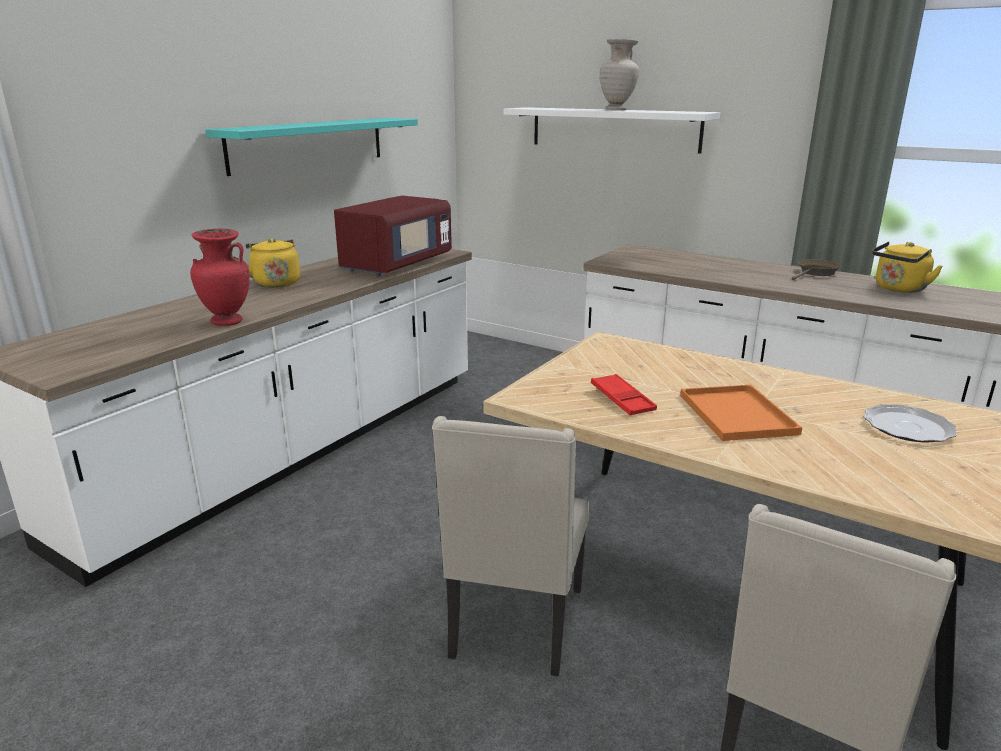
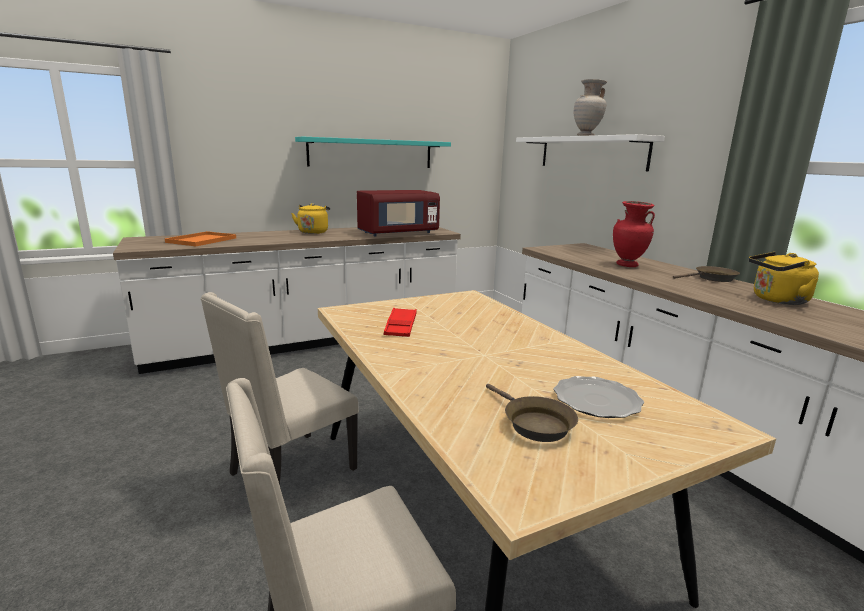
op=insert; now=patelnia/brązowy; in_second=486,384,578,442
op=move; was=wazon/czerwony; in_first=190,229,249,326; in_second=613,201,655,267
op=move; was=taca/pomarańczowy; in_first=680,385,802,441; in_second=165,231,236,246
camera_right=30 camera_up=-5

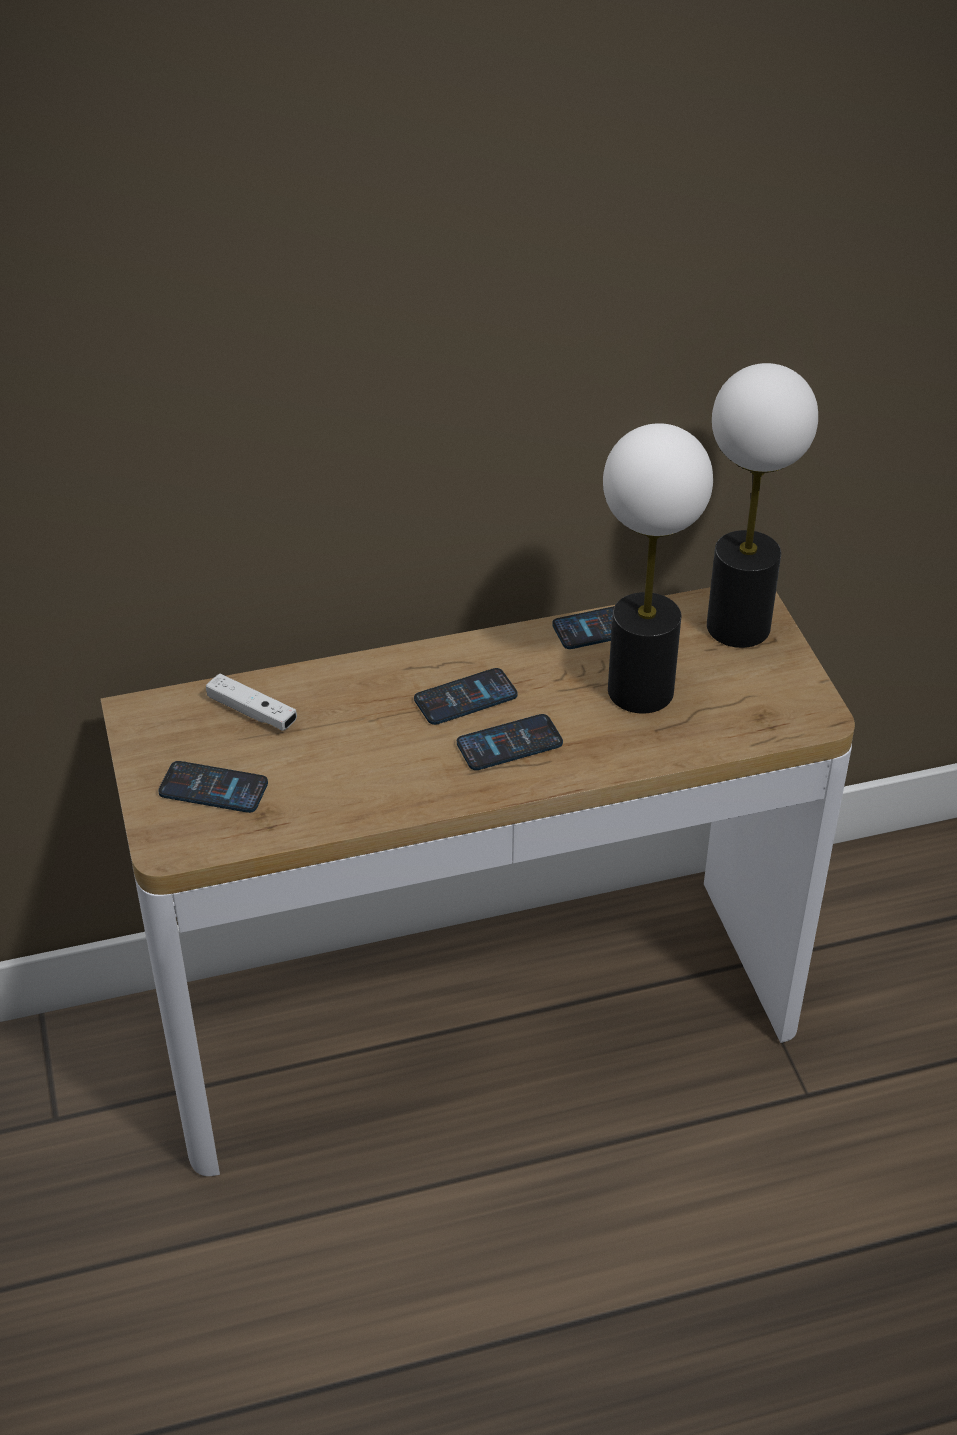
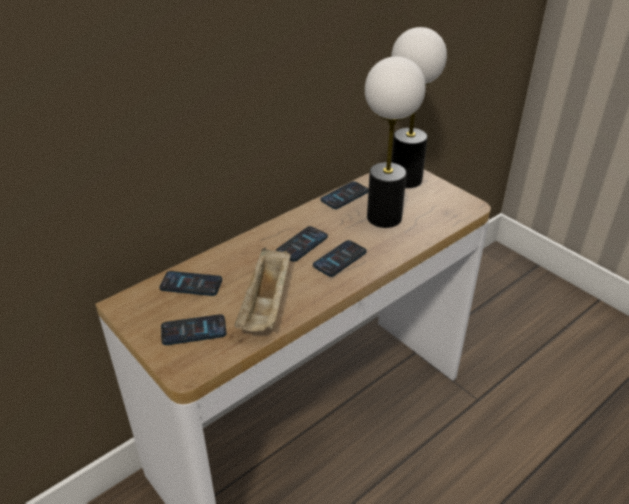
op=insert; now=taca/beżowy; in_second=235,248,291,331
op=replace; was=pad do gier/biały; now=telefon; in_first=206,673,297,731; in_second=160,271,222,296
camera_right=-25 camera_up=-5

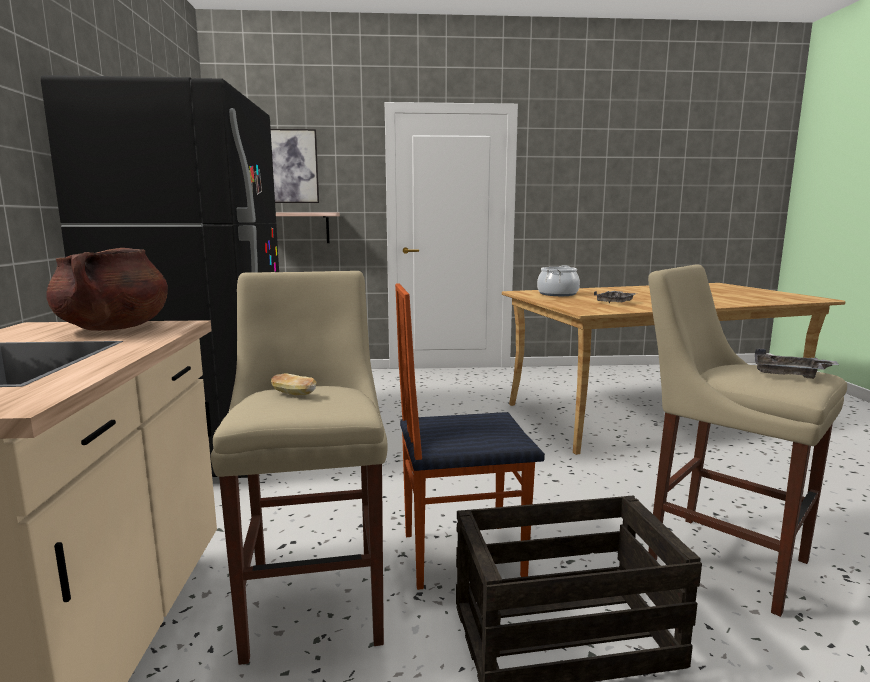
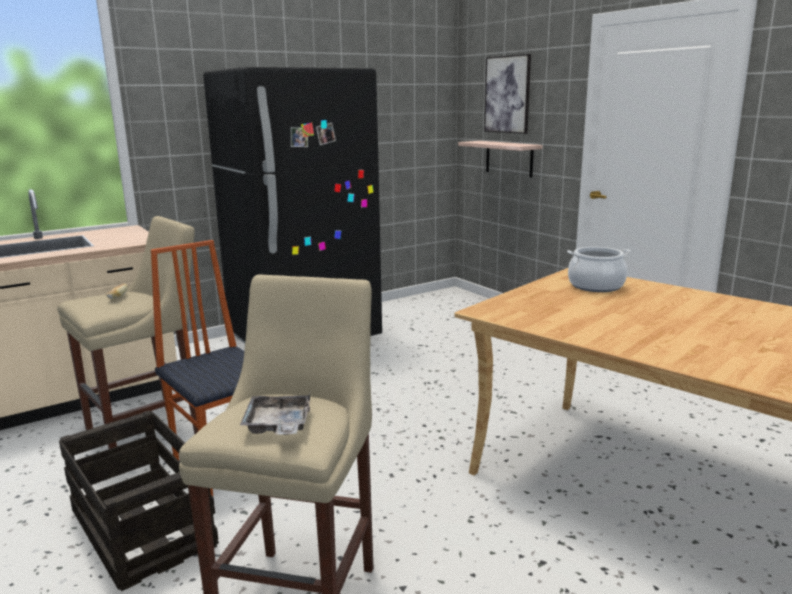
op=delete; was=garnek/brązowy; in_first=46,248,168,331
op=delete; was=taca/szary; in_first=594,291,638,303
camera_right=60 camera_up=5

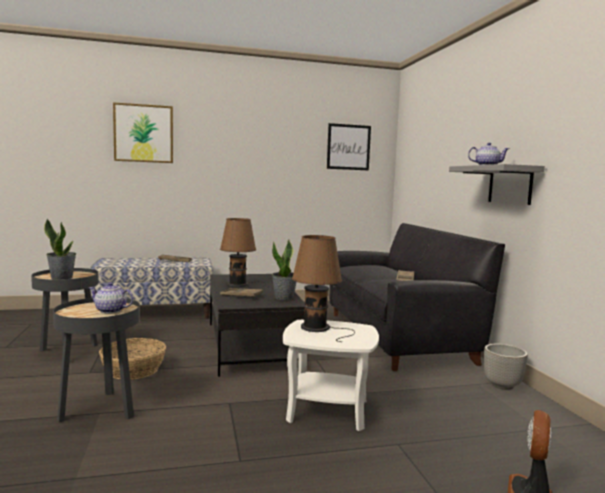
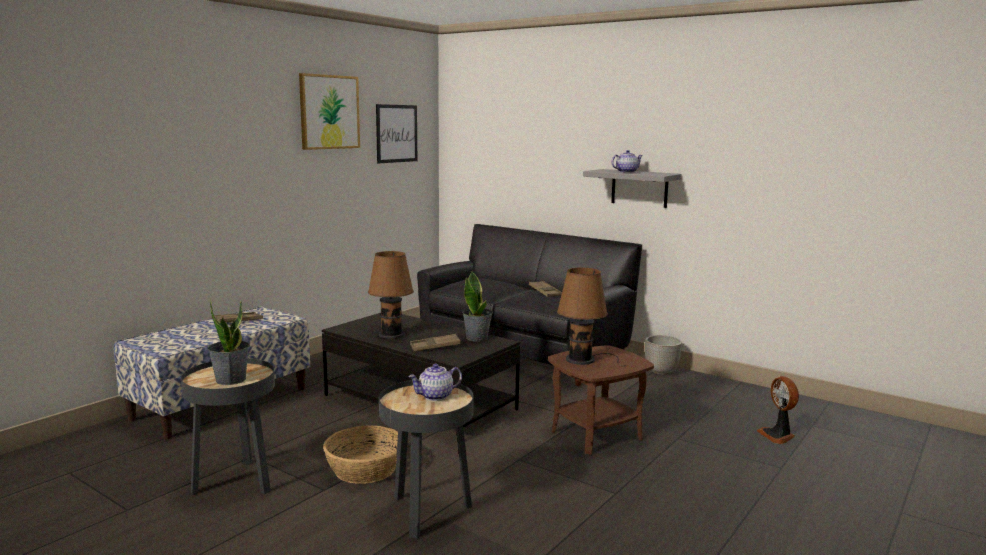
op=move; was=obraz; in_first=113,102,173,163; in_second=299,73,360,150
op=recolor; was=stolik/biały; now=stolik/brązowy; in_first=283,320,379,431; in_second=548,345,654,455
camera_right=-40 camera_up=5

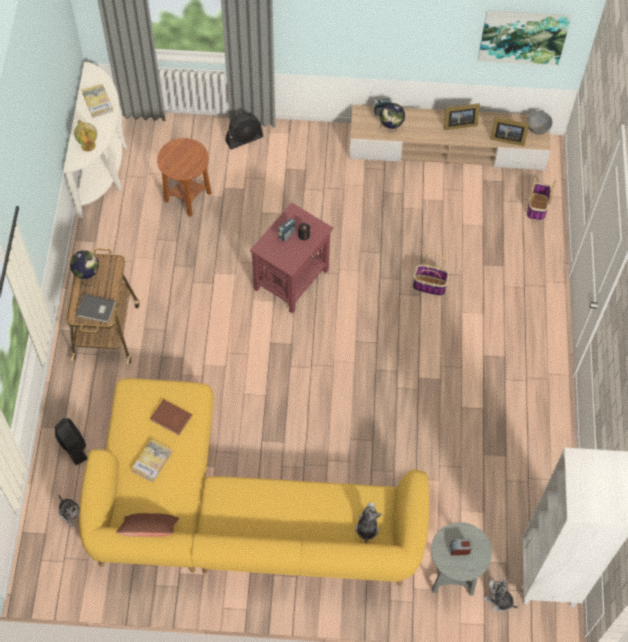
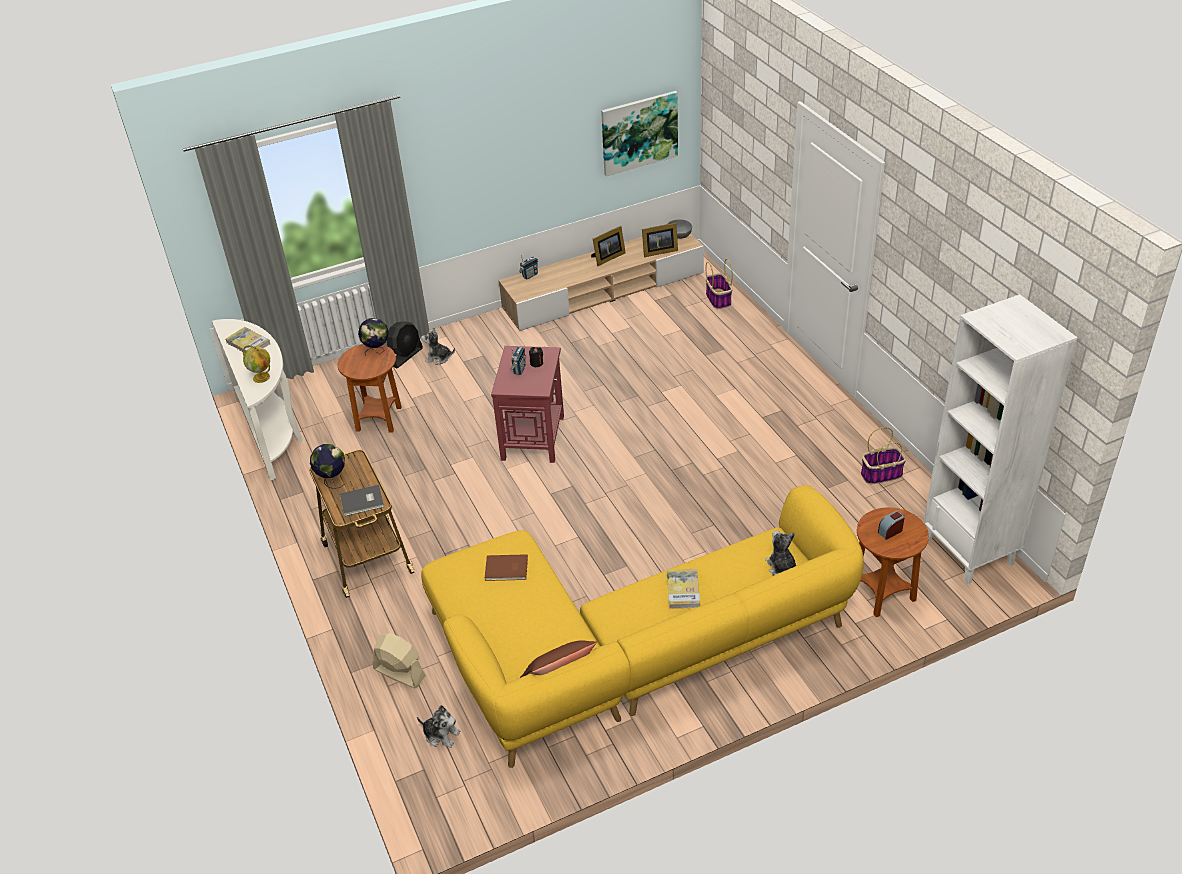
op=move; was=książka; in_first=131,439,173,483; in_second=667,568,700,609
op=move; was=globus; in_first=380,103,405,132; in_second=358,318,389,356
op=move; was=koszyk; in_first=413,253,449,296; in_second=861,427,906,484
op=move; was=pluszak; in_first=484,578,518,612; in_second=421,328,455,365
op=recolor; was=wentylator/czarny; now=wentylator/beżowy; in_first=55,418,87,465; in_second=373,633,426,688
op=recolor; was=stolik/szary; now=stolik/brązowy; in_first=431,522,492,595; in_second=857,507,929,617
camera_right=-25 camera_up=-20

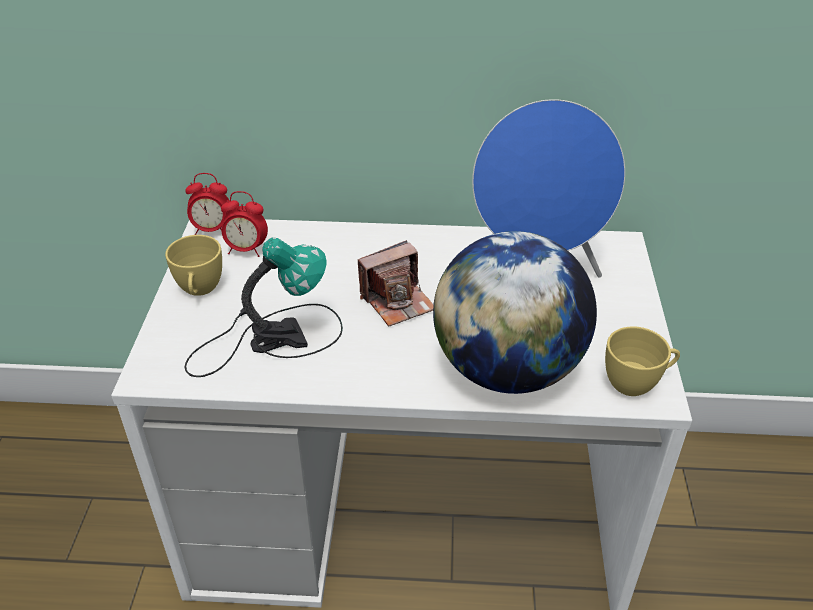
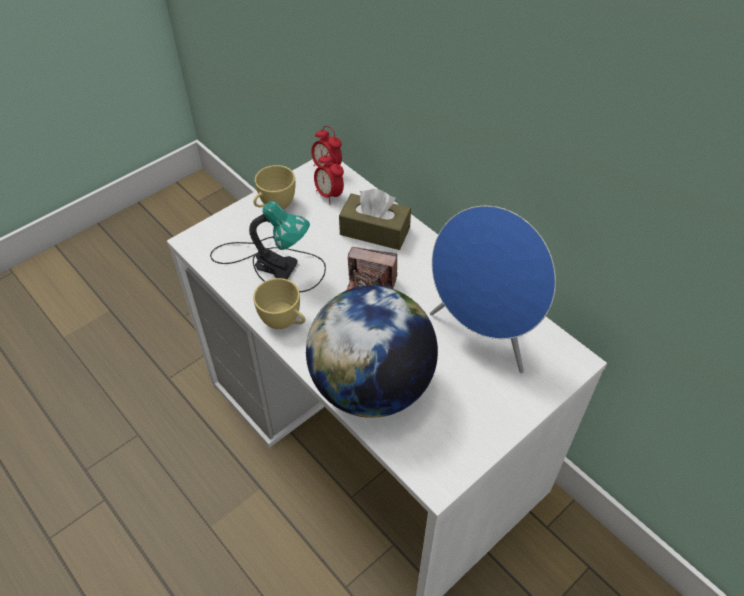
op=insert; now=pudełko chusteczek/brązowy; in_second=339,189,411,250
op=move; was=filiżanka/żółty; in_first=605,326,680,396; in_second=253,278,305,329
camera_right=45 camera_up=10

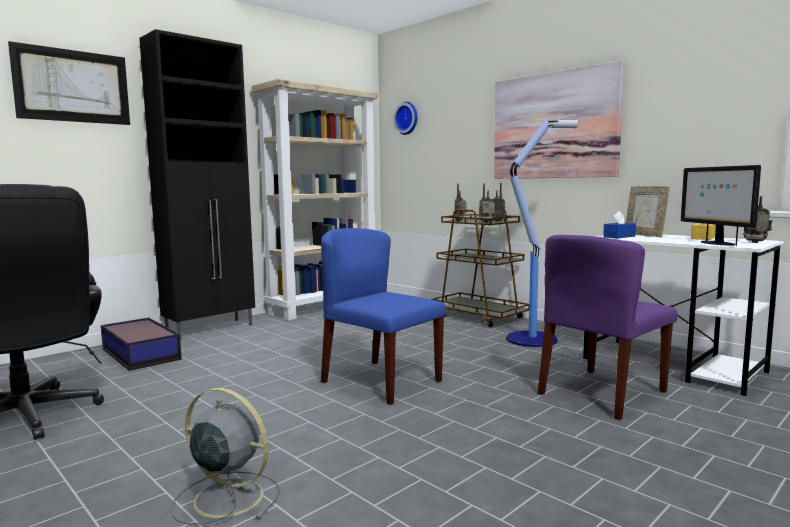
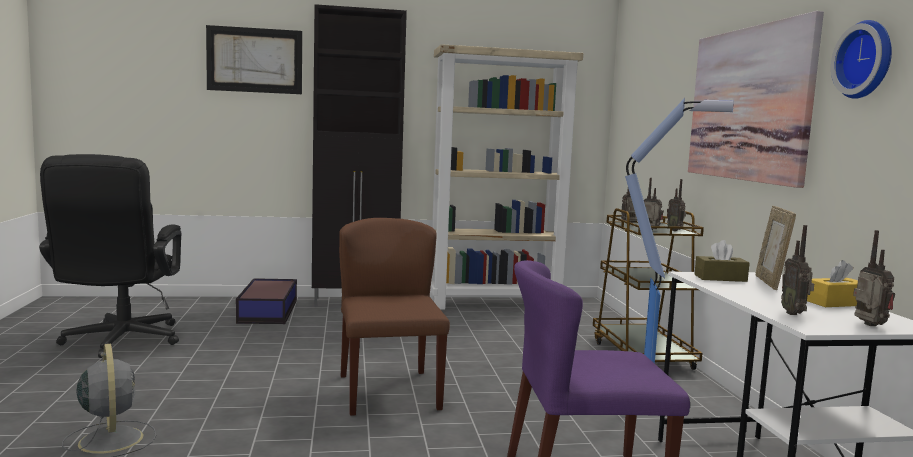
op=move; was=zegar ścienny; in_first=393,102,418,135; in_second=831,20,892,99
op=replace; was=monitor; now=radio; in_first=681,165,761,246; in_second=781,225,814,315
op=recolor; was=krzesło/niebieski; now=krzesło/brązowy; in_first=321,228,446,405; in_second=339,218,450,416
op=recolor; was=pudełko chusteczek/niebieski; now=pudełko chusteczek/brązowy; in_first=603,211,636,238; in_second=694,240,750,282
camera_right=35 camera_up=0

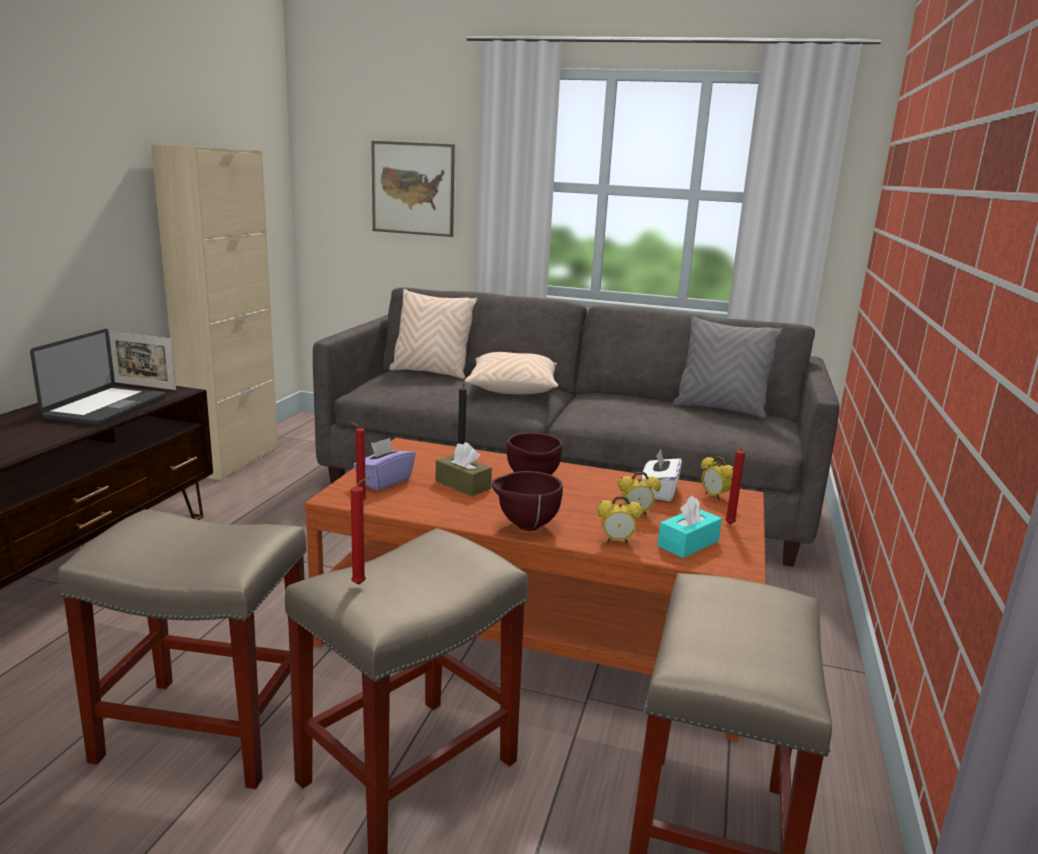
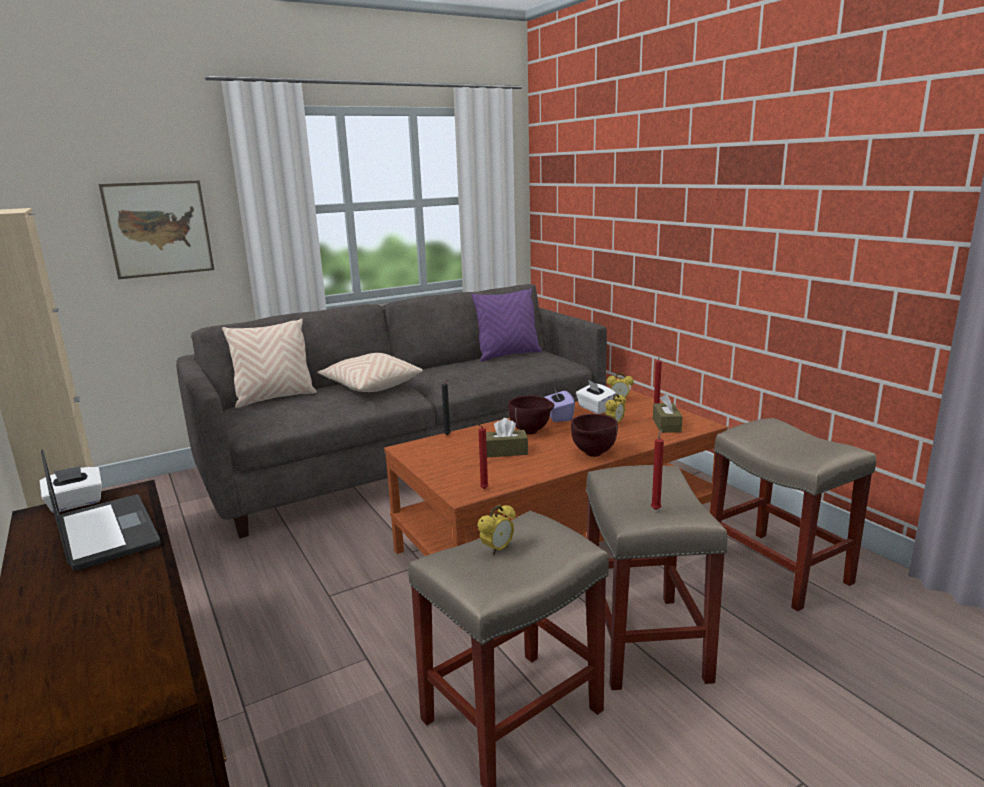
op=move; was=pudełko chusteczek/fioletowy; in_first=353,438,415,491; in_second=544,388,575,422
op=move; was=budzik; in_first=597,496,643,544; in_second=477,505,516,555
op=replace; was=ramka na zdjęcie; now=pudełko chusteczek/biały; in_first=109,331,176,390; in_second=39,466,102,513
op=recolor; was=pudełko chusteczek/turkusowy; now=pudełko chusteczek/brązowy; in_first=658,496,722,558; in_second=653,394,682,433
op=recolor; was=poduszka/szary; now=poduszka/fioletowy; in_first=673,316,783,418; in_second=471,288,542,362
camera_right=-45 camera_up=0

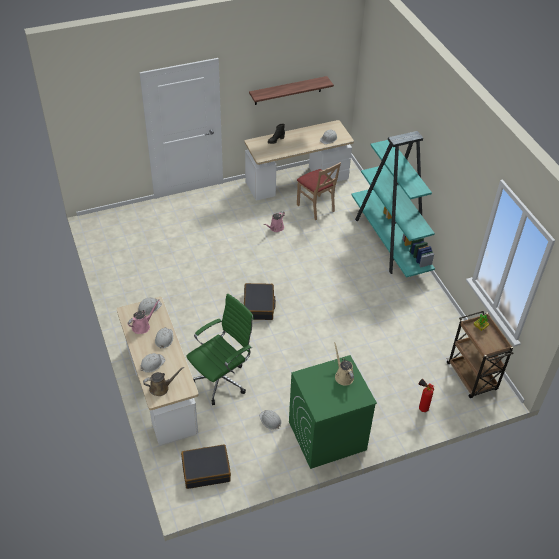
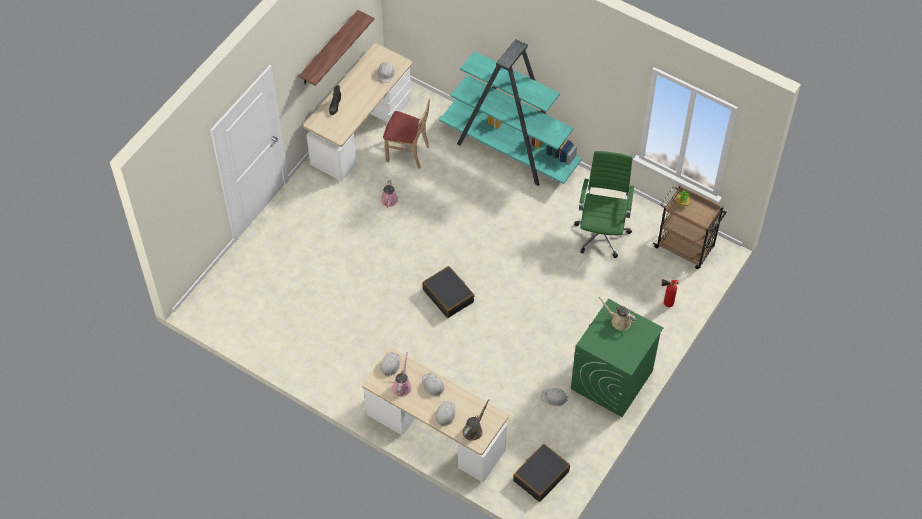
op=move; was=krzesło biurowe/zielony; in_first=186,294,254,405; in_second=574,151,634,258
camera_right=-35 camera_up=10

